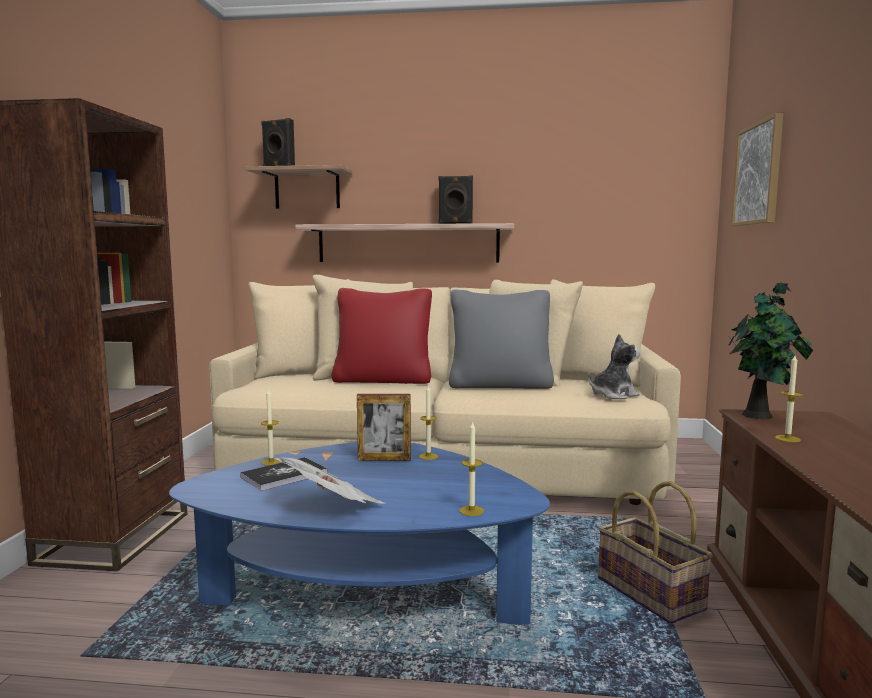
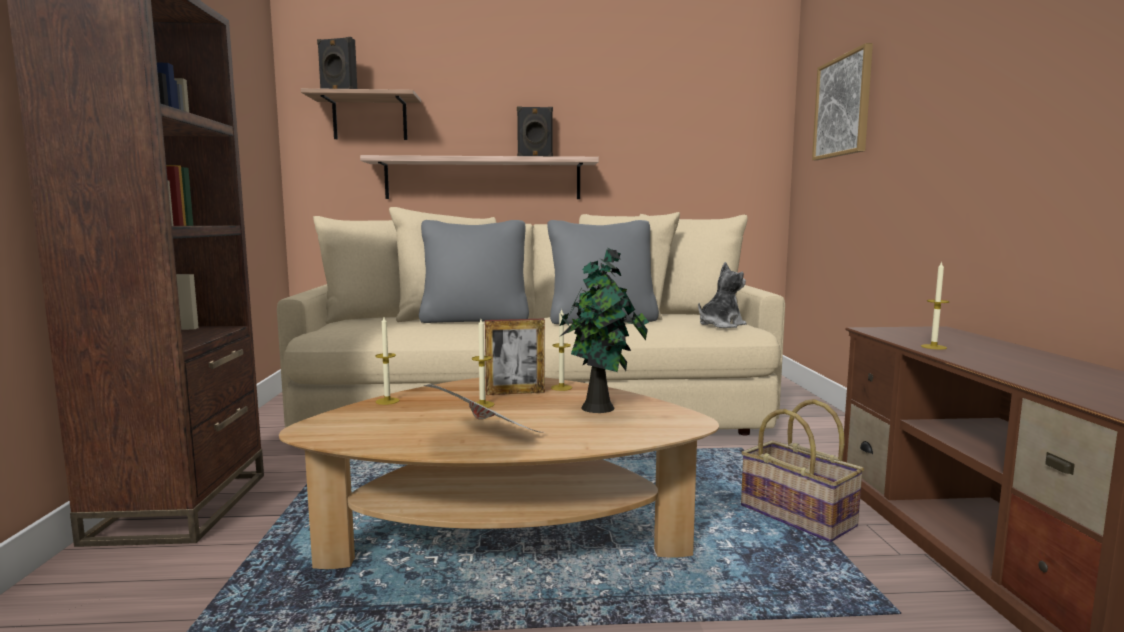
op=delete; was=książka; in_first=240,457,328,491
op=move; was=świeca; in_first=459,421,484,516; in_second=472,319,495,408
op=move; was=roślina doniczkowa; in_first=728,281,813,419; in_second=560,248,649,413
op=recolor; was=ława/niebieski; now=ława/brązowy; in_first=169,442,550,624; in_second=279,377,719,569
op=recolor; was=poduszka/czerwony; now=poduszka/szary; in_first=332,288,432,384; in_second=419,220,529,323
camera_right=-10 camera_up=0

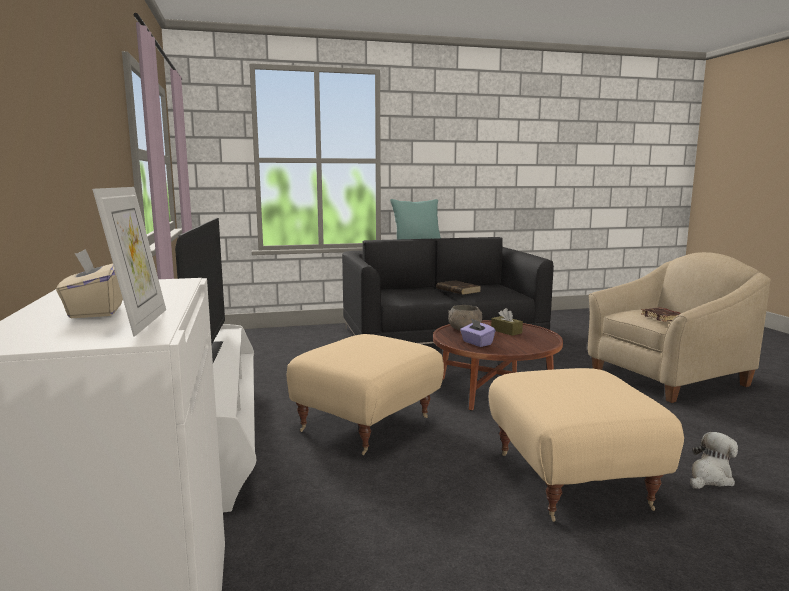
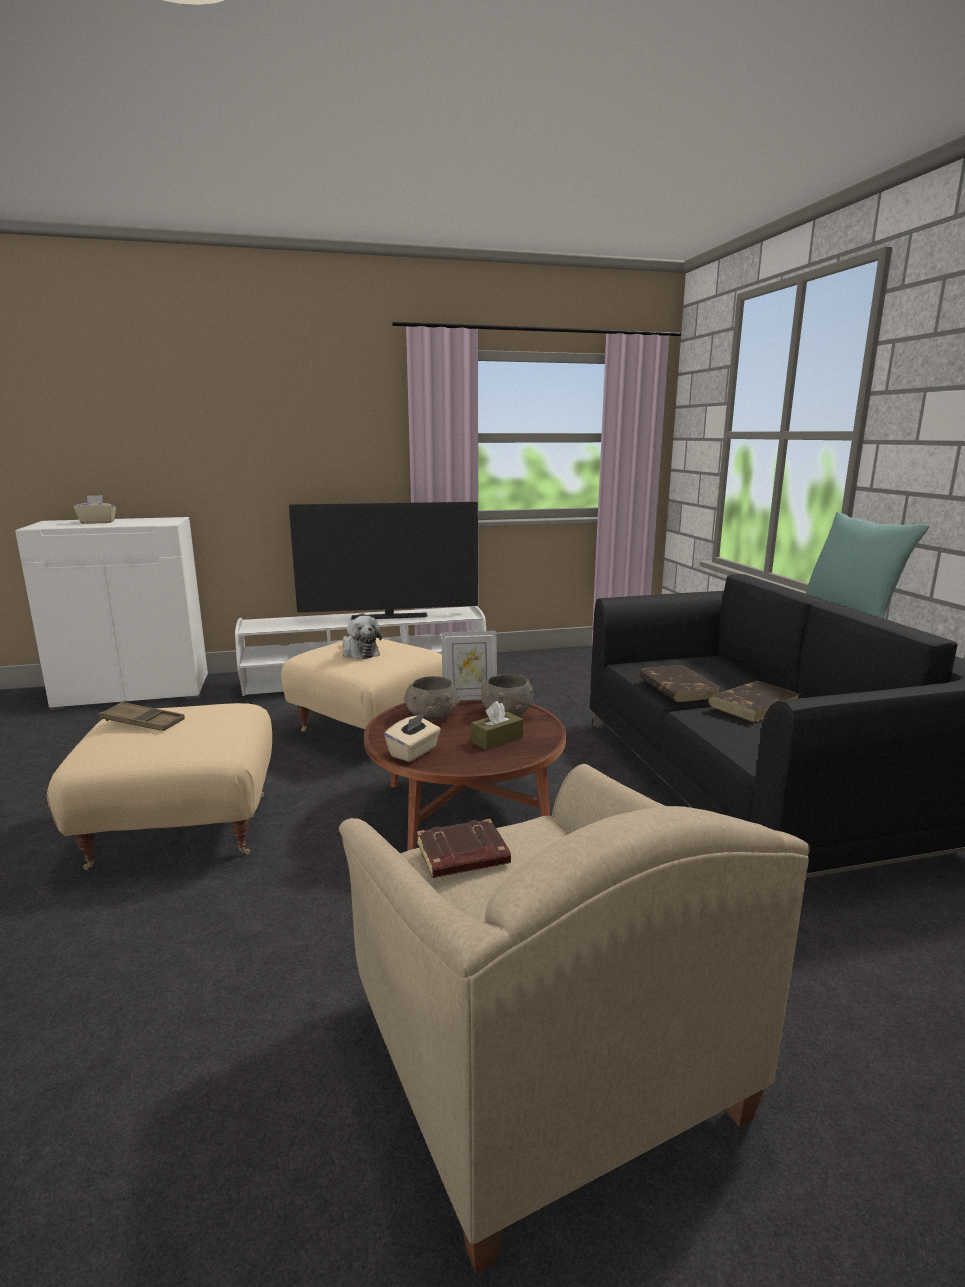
op=insert; now=taca/brązowy; in_second=99,702,185,731
op=insert; now=pudełko chusteczek/beżowy; in_second=384,713,441,762
op=insert; now=książka/brązowy; in_second=639,665,721,702
op=move; was=ramka na zdjęcie; in_first=92,187,166,337; in_second=441,631,497,700
op=move; was=pluszak; in_first=690,432,738,489; in_second=342,616,382,659
op=replace; was=pudełko chusteczek/fioletowy; now=miska/szary; in_first=460,319,496,347; in_second=404,676,459,721
camera_right=90 camera_up=5

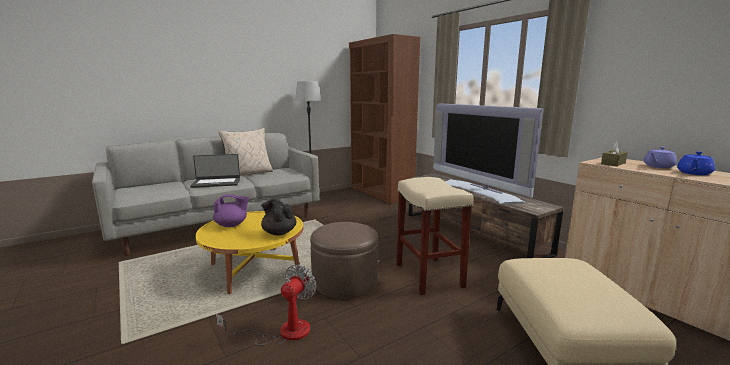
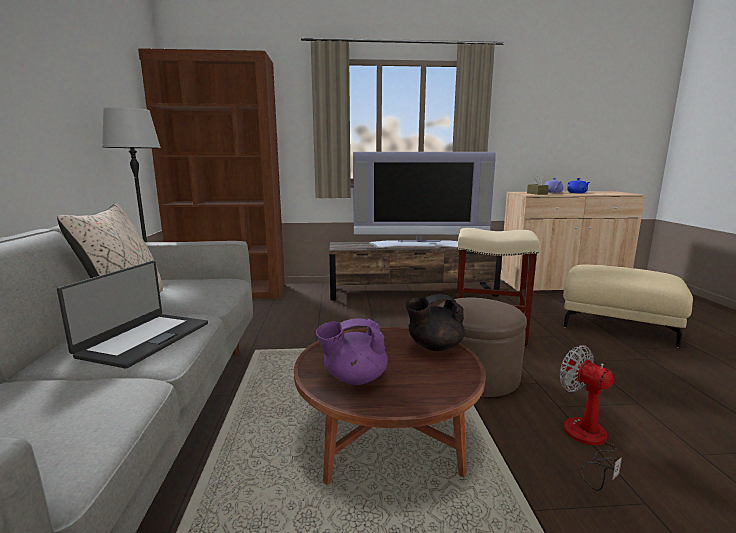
op=recolor; was=ława/żółty; now=ława/brązowy; in_first=195,211,303,294; in_second=294,327,486,485
op=rotate; was=imbryk/fioletowy; in_first=213,194,249,227; in_second=316,318,388,385; clockwise=-120
camera_right=-60 camera_up=0

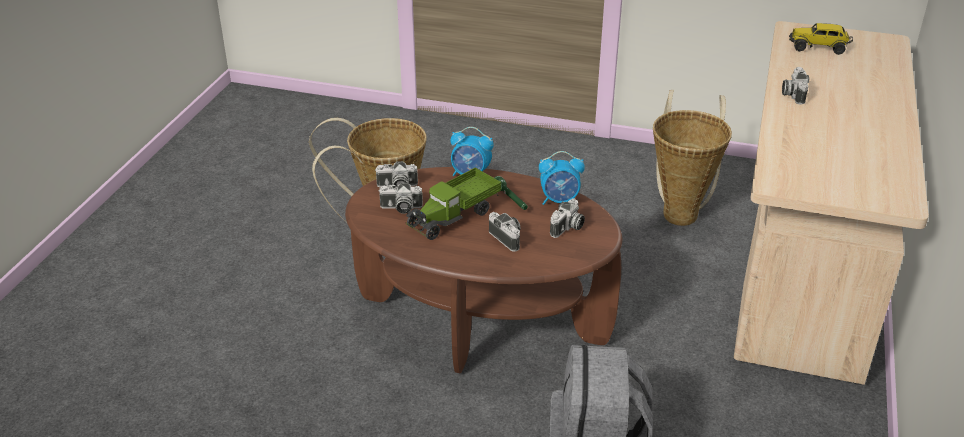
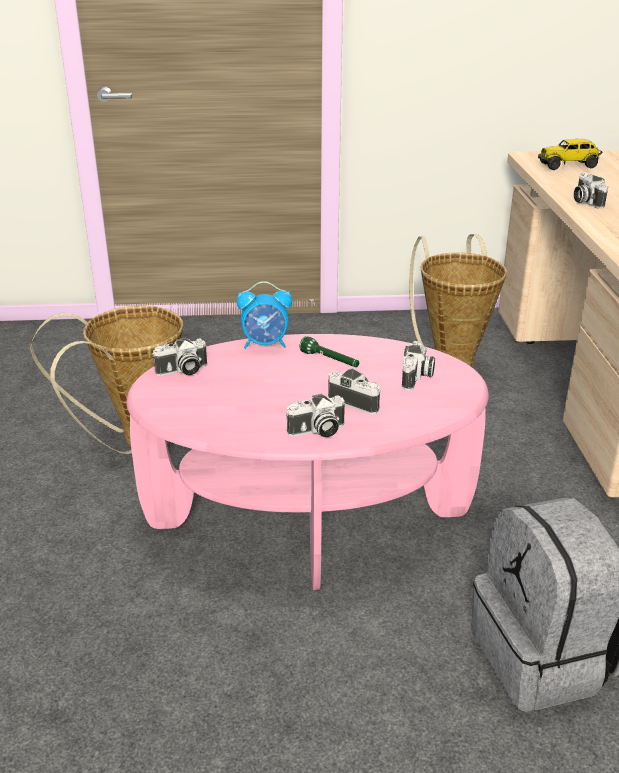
op=delete; was=ciężarówka zabawkowa; in_first=406,167,501,240
op=delete; was=budzik; in_first=539,151,585,205
op=move; was=aparat fotograficzny; in_first=378,183,423,214; in_second=286,394,345,437
op=recolor; was=ława/brązowy; now=ława/różowy; in_first=345,167,622,374; in_second=127,334,489,590
camera_right=-20 camera_up=-5

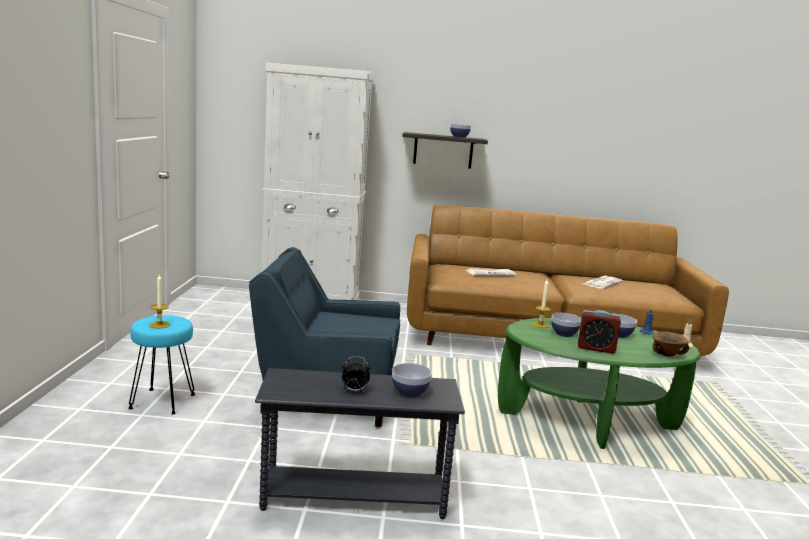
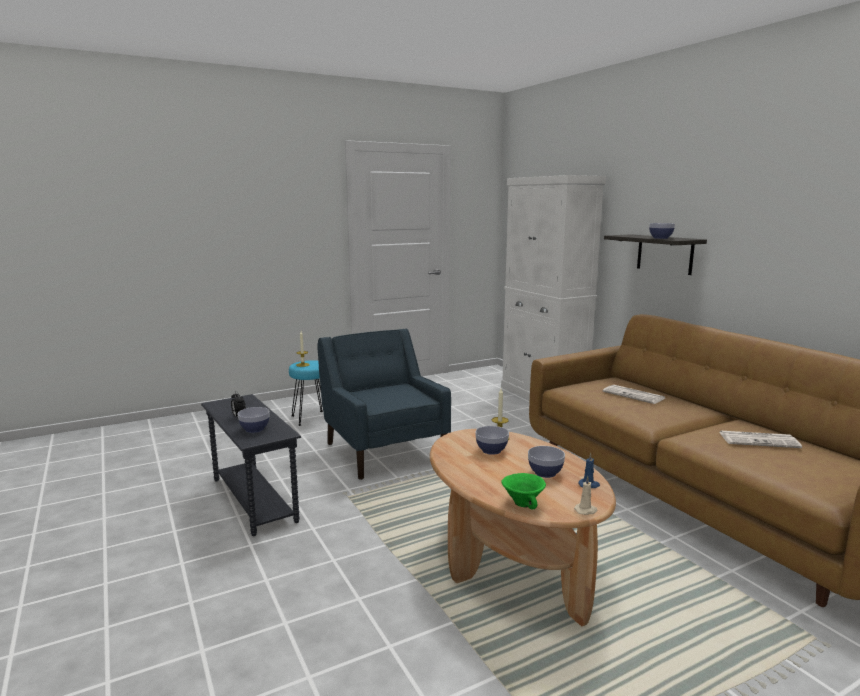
op=delete; was=budzik; in_first=578,310,621,354
op=recolor; was=ława/zielony; now=ława/brązowy; in_first=498,318,701,449; in_second=430,429,616,626
op=recolor; was=miska/brązowy; now=miska/zielony; in_first=652,331,689,357; in_second=501,473,546,509
camera_right=60 camera_up=0

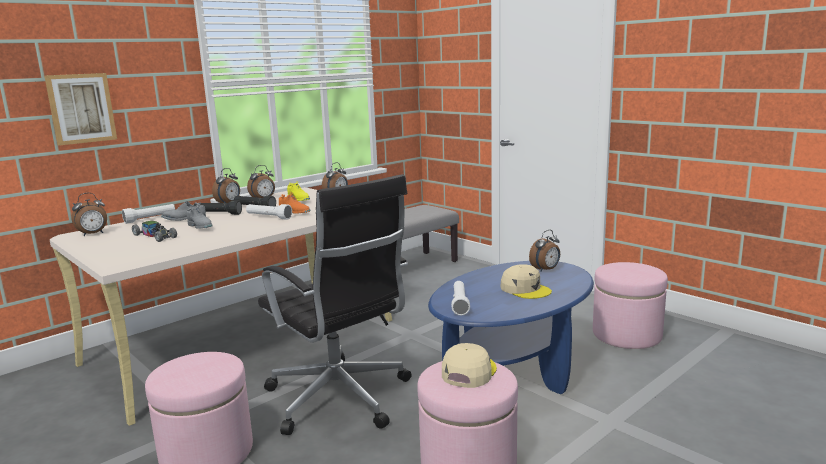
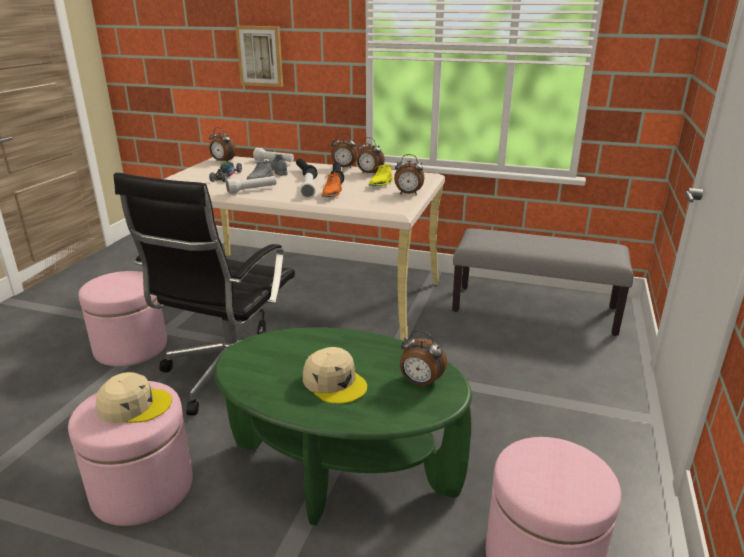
op=move; was=latarka/biały; in_first=451,281,470,316; in_second=226,176,276,194
op=recolor; was=ława/niebieski; now=ława/zielony; in_first=428,261,594,394; in_second=214,327,472,526
op=rotate; was=czapka z daszkiem/beżowy; in_first=500,264,552,299; in_second=303,347,367,404; clockwise=-60
camera_right=60 camera_up=10

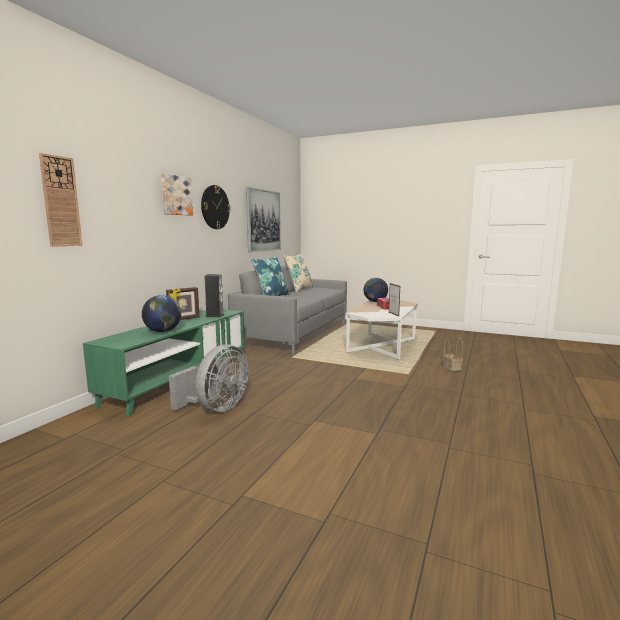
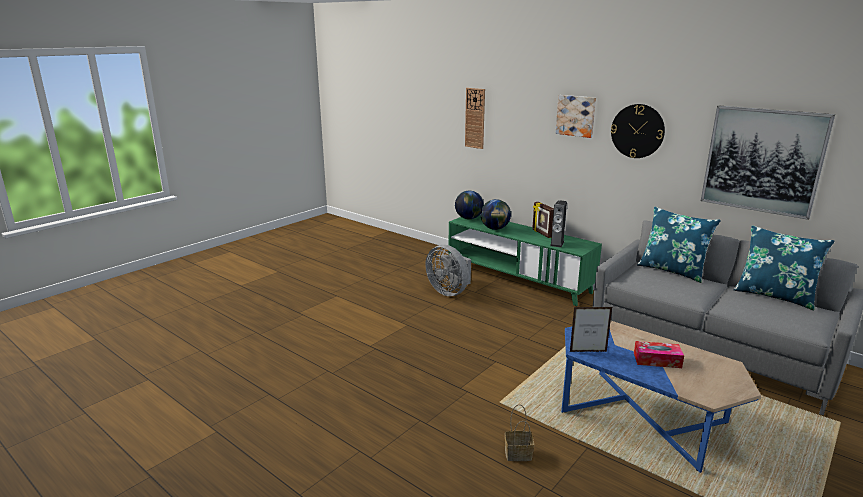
op=move; was=globus; in_first=363,278,388,302; in_second=455,191,484,219
op=recolor; was=poduszka/beżowy; now=poduszka/niebieski; in_first=283,253,313,292; in_second=733,225,834,310
op=recolor; was=ława/biały; now=ława/niebieski; in_first=345,300,418,360; in_second=561,321,761,473
camera_right=105 camera_up=10

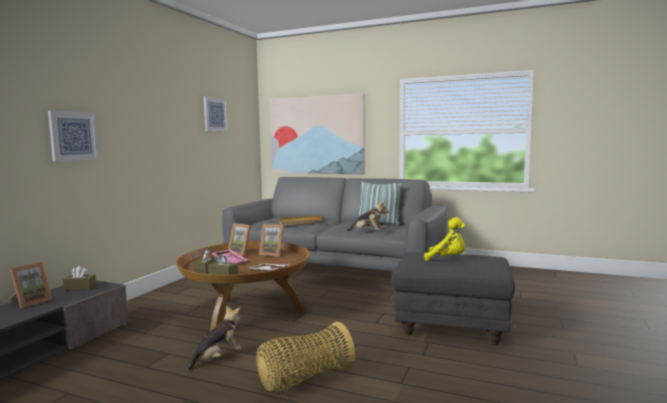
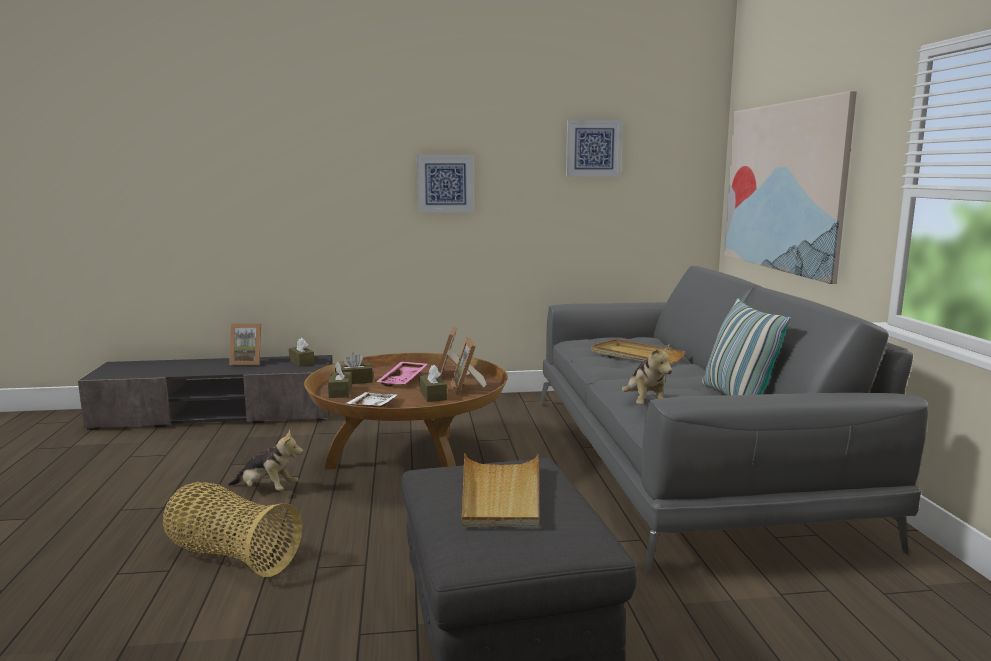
op=insert; now=pudełko chusteczek/brązowy; in_second=419,365,447,402
op=move; was=obraz; in_first=48,110,98,161; in_second=417,155,474,212
op=replace; was=pluszak/żółty; now=taca/beżowy; in_first=424,217,465,261; in_second=462,453,539,527
camera_right=60 camera_up=5

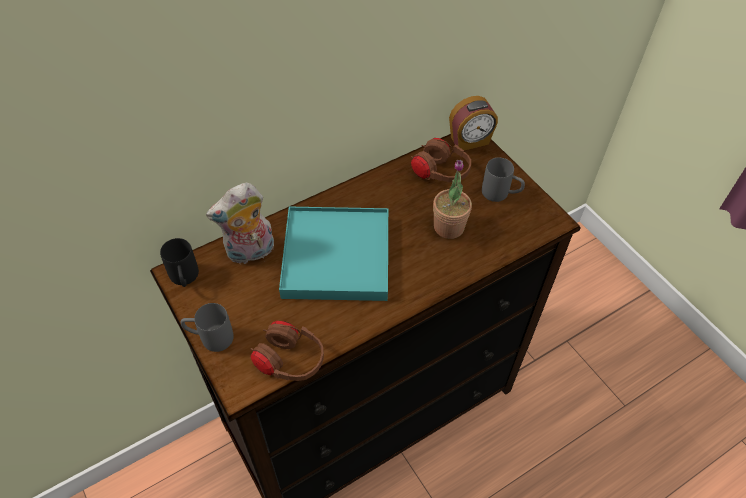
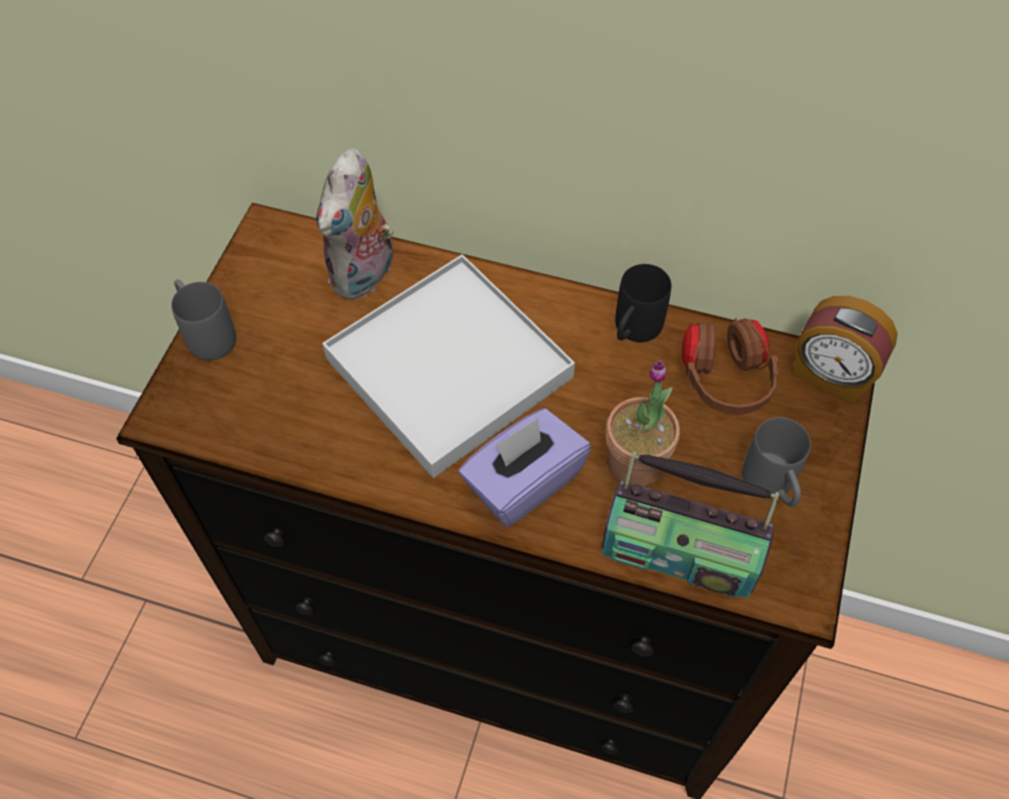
op=delete; was=słuchawki/brązowy; in_first=250,321,324,381
op=insert; now=pudełko chusteczek/fioletowy; in_second=459,409,591,527
op=insert; now=radio; in_second=601,451,780,598
op=move; was=kubek/czarny; in_first=160,238,199,287; in_second=615,264,671,342
op=recolor; was=taca/turkusowy; now=taca/biały; in_first=279,207,388,301; in_second=322,254,575,478
op=rotate; was=pluszak; in_first=206,183,274,264; in_second=316,149,395,300; clockwise=-90
camera_right=50 camera_up=5

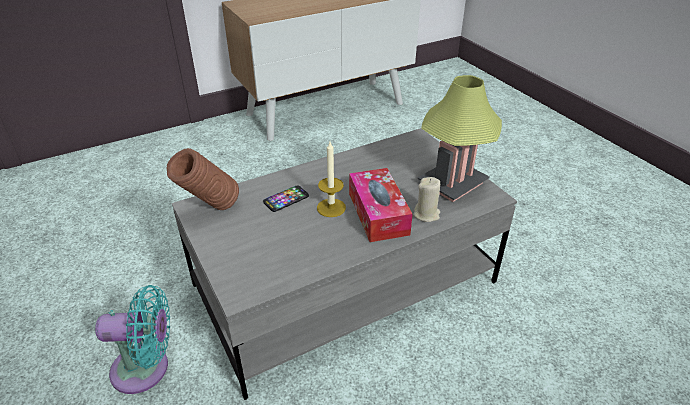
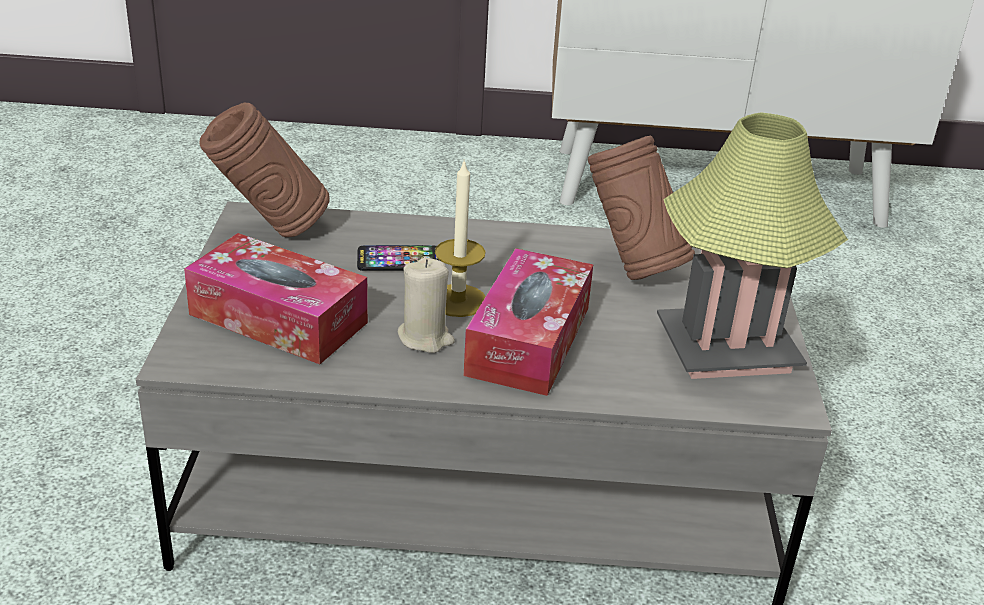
op=delete; was=wentylator/turkusowy; in_first=95,285,170,394
op=insert; now=pudełko chusteczek; in_second=184,233,368,364
op=insert; now=wazon/brązowy; in_second=588,136,695,280
op=move; was=świeca/beżowy; in_first=413,177,440,222; in_second=398,258,455,353
camera_right=30 camera_up=-5

